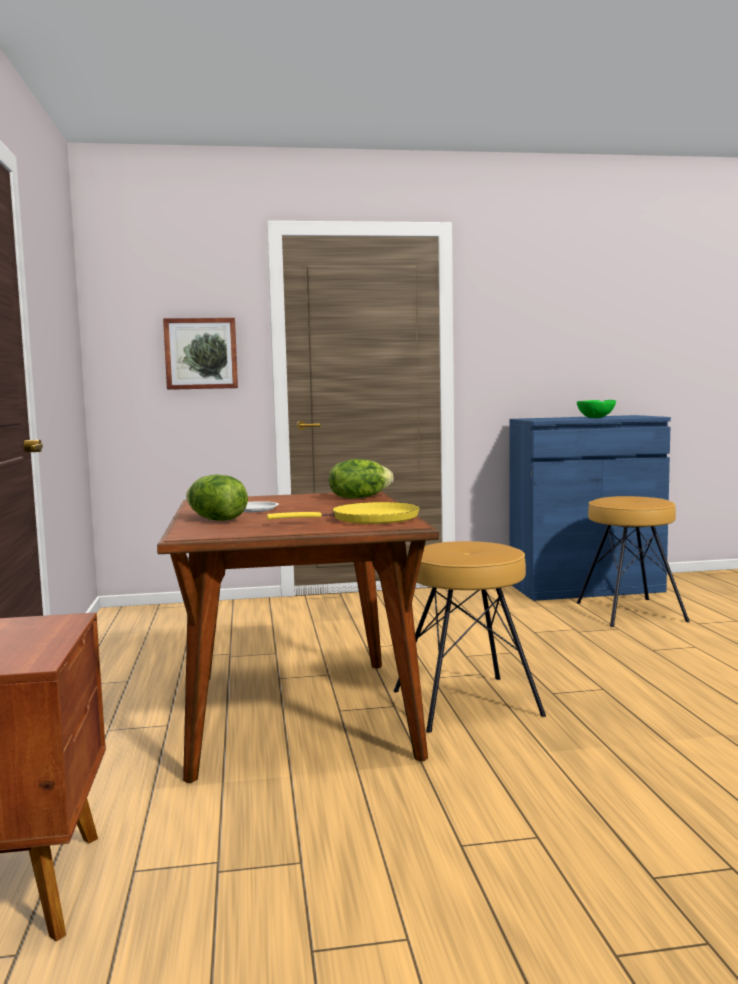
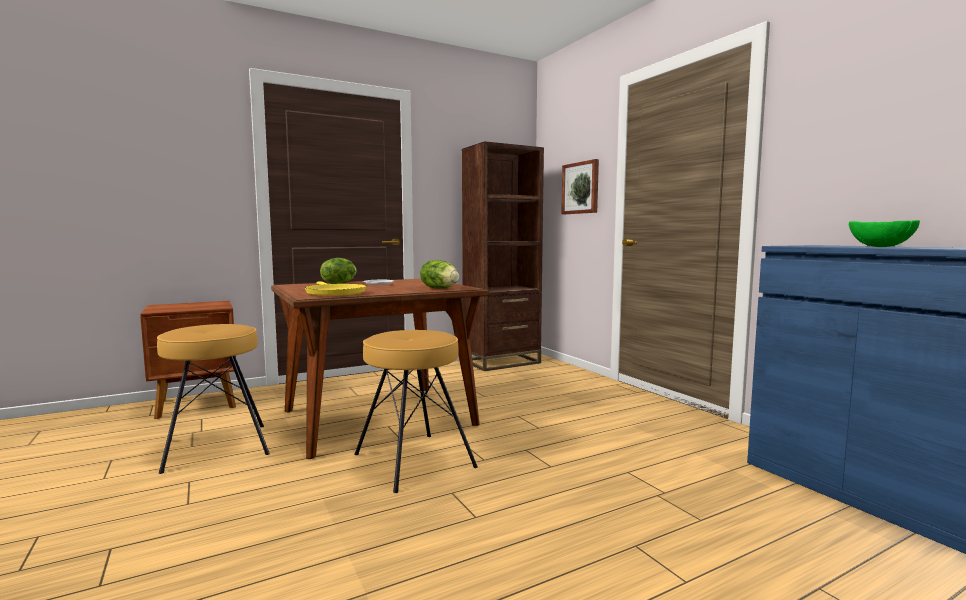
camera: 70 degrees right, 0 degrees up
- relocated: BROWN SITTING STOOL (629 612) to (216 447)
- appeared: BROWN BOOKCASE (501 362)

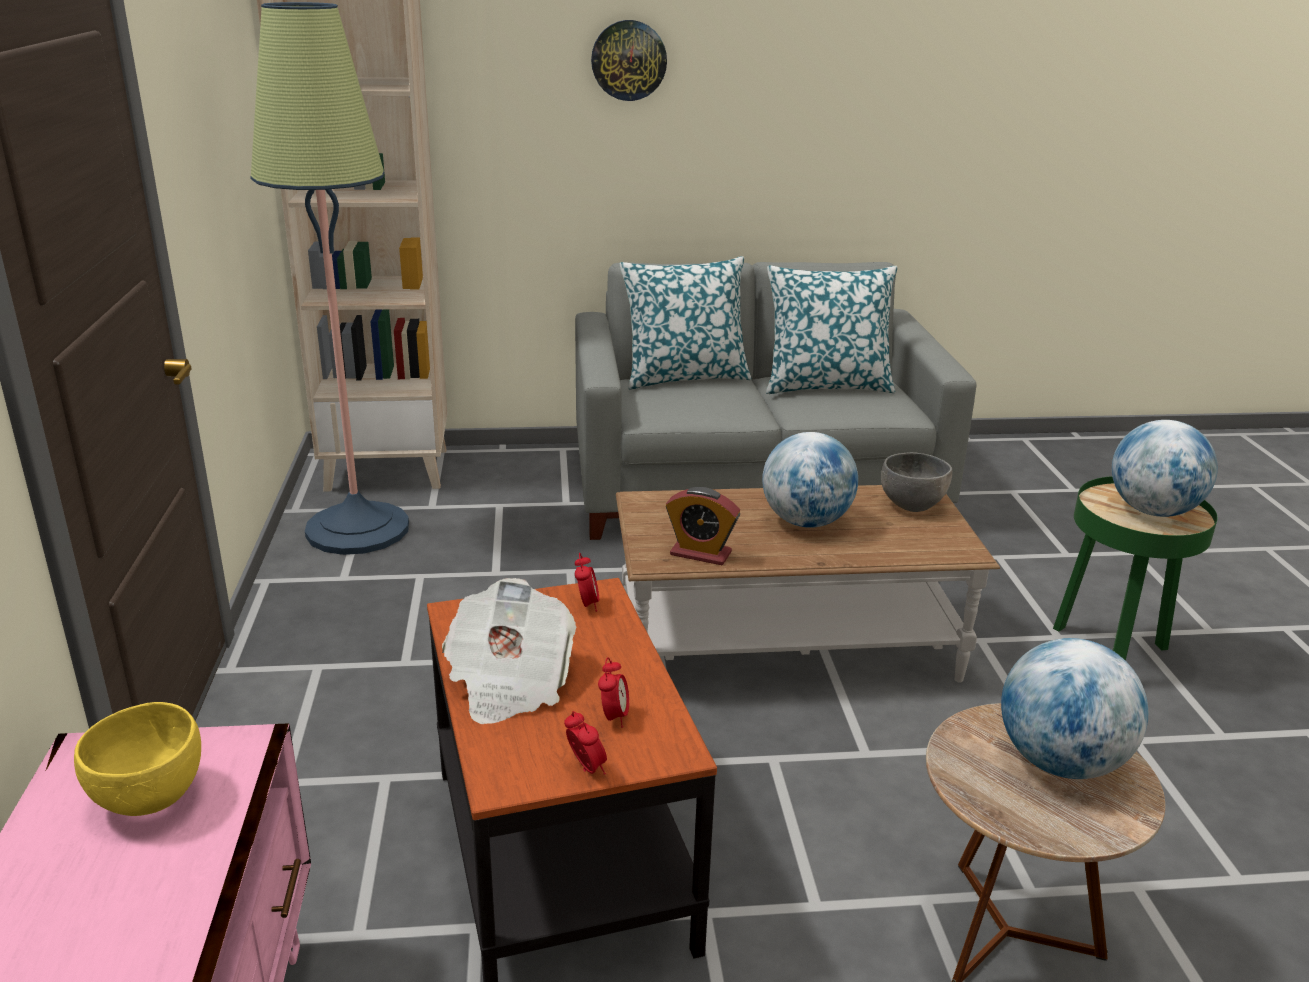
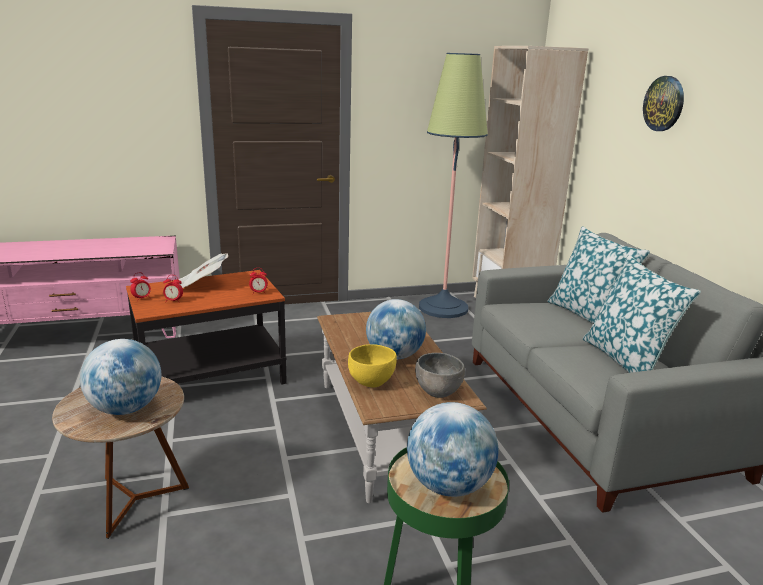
camera: 80 degrees right, 5 degrees down
- relocated: YELLOWISH BOWL (149 797) to (371 382)
- missing: BEDSIDE CLOCK (700 553)

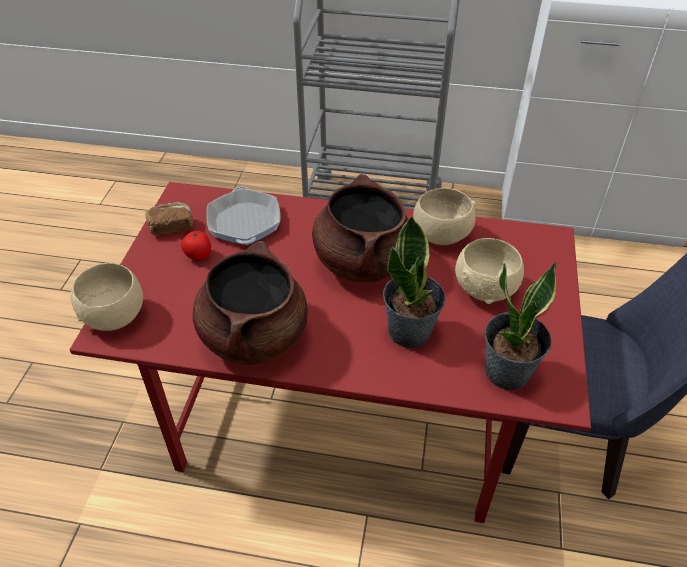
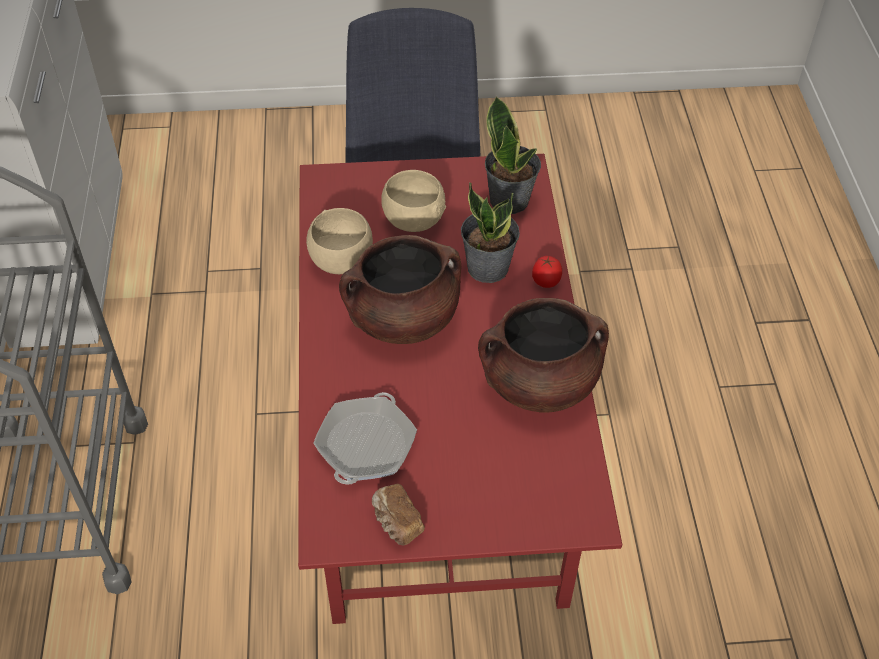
camera: 105 degrees left, 5 degrees up
- spun: PAN (244 222) = (366 445) 45 degrees counterclockwise
- relocated: TOMATO (198 256) to (546 282)
- missing: BEIGE BOWL (115 317)

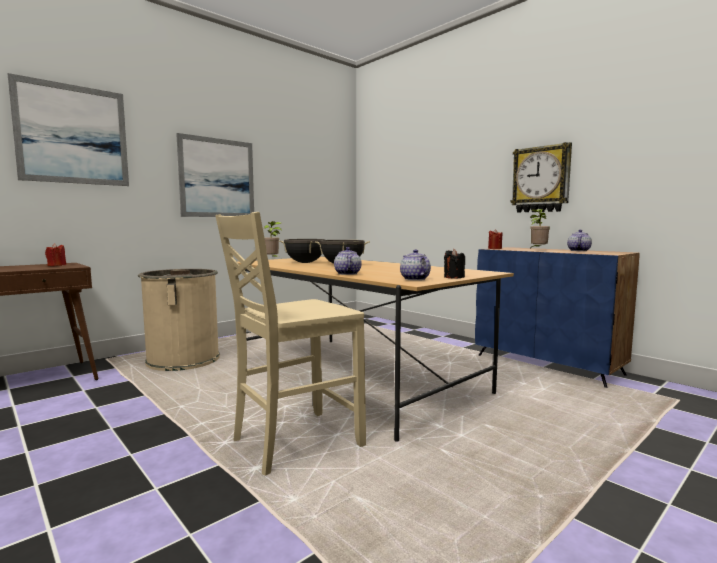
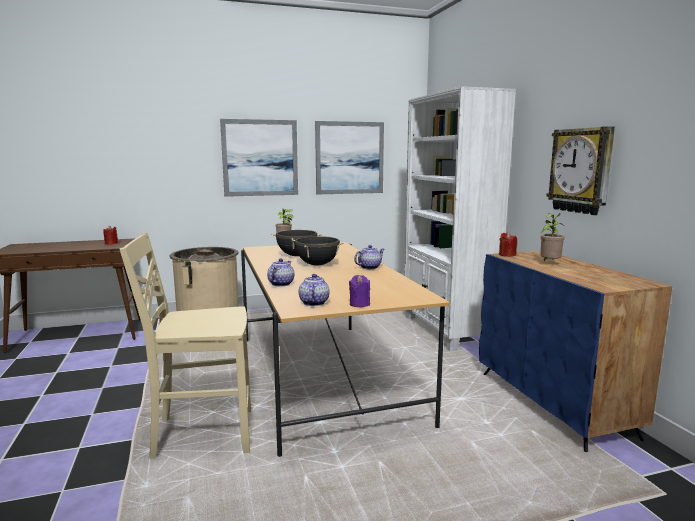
camera: 25 degrees right, 5 degrees up
- relocated: PICTURE (73 134) to (349 158)
- colour: BLACK WAX LIGHT (453 277) to PURPLISH WAX LIGHT (359 304)
- relocated: TEAPOT (578 251) to (369 267)
- appeared: WHITE-COLOURED BOOKCASE (446 331)

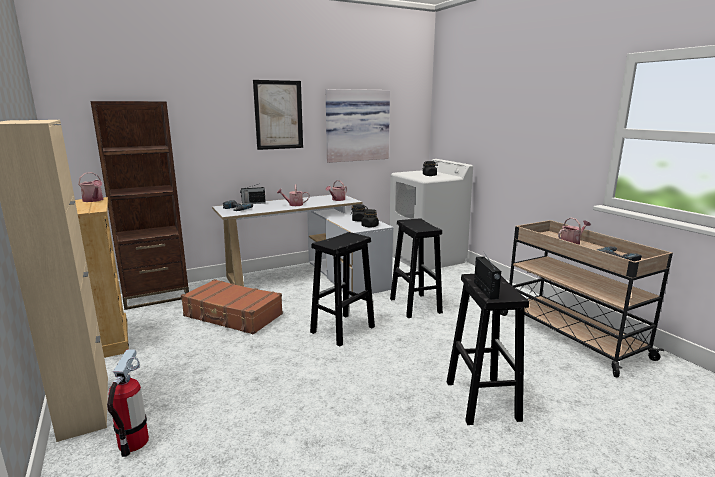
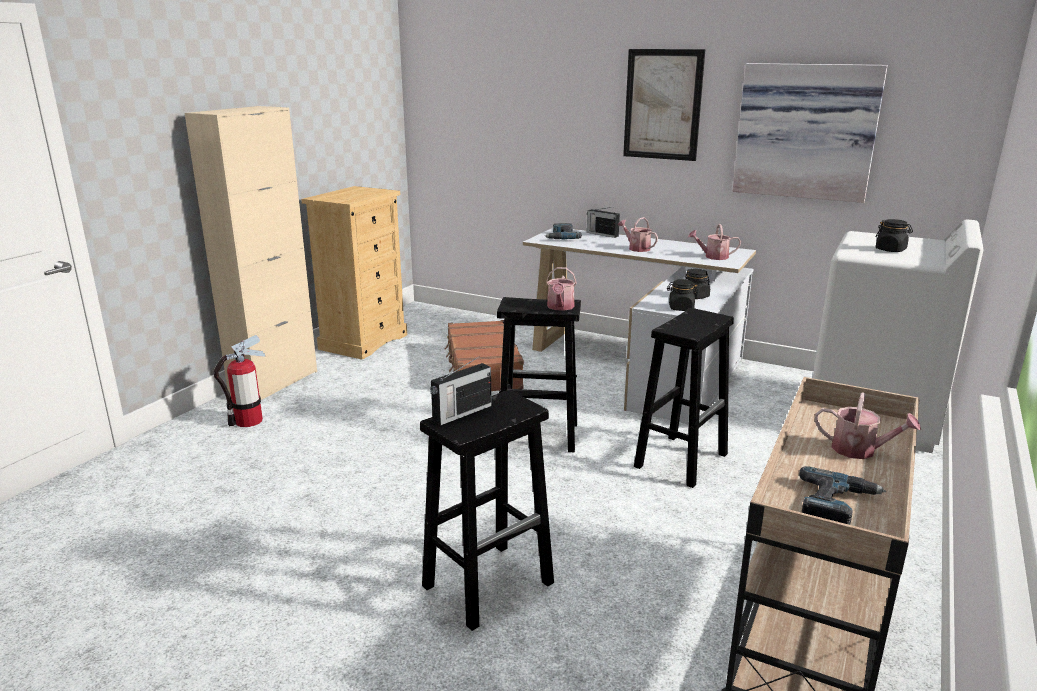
camera: 55 degrees right, 5 degrees up
- relocated: WATERING POT (94 200) to (560 307)
- missing: BROWN BOOKCASE (156 296)

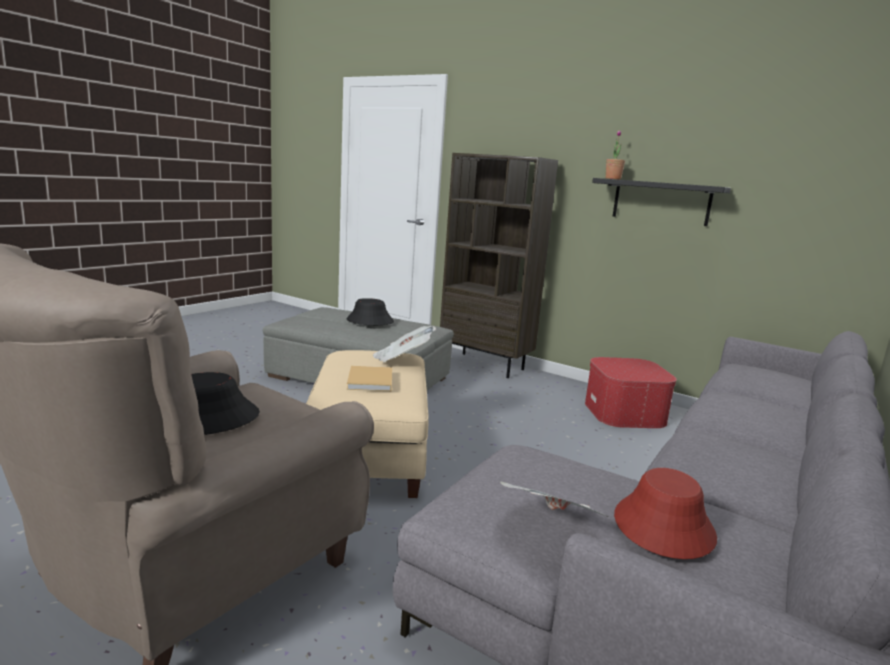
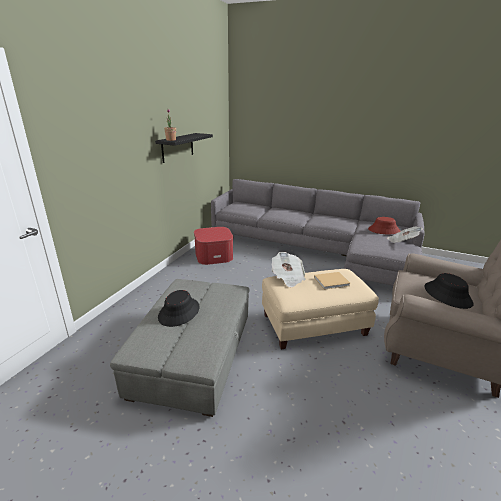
camera: 100 degrees left, 10 degrees up
- missing: BROWN BOOKCASE (485 365)

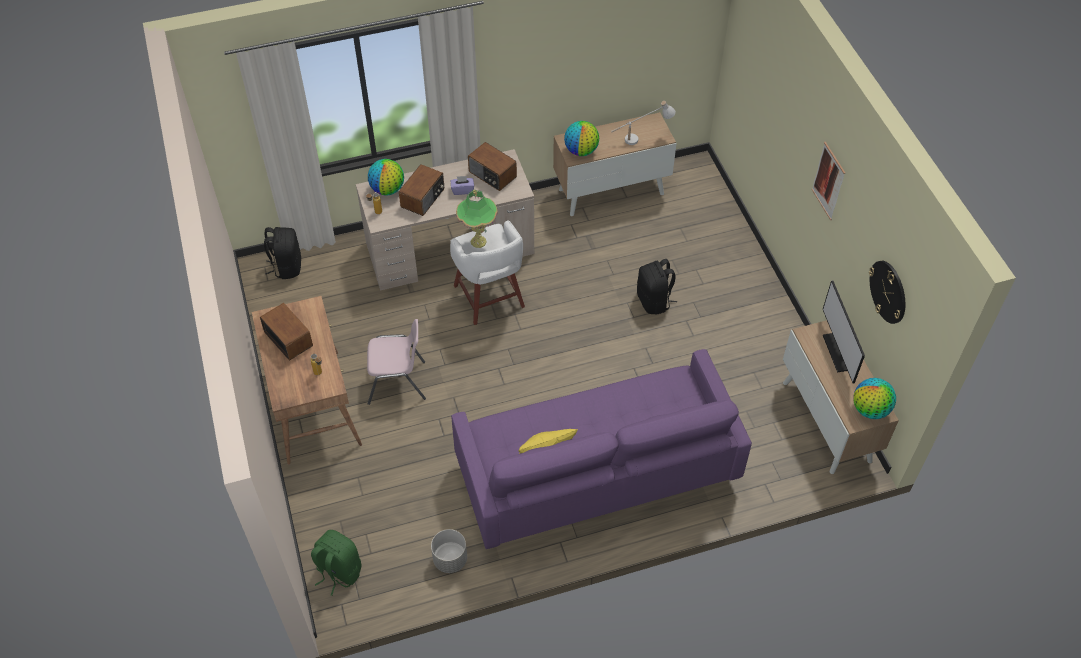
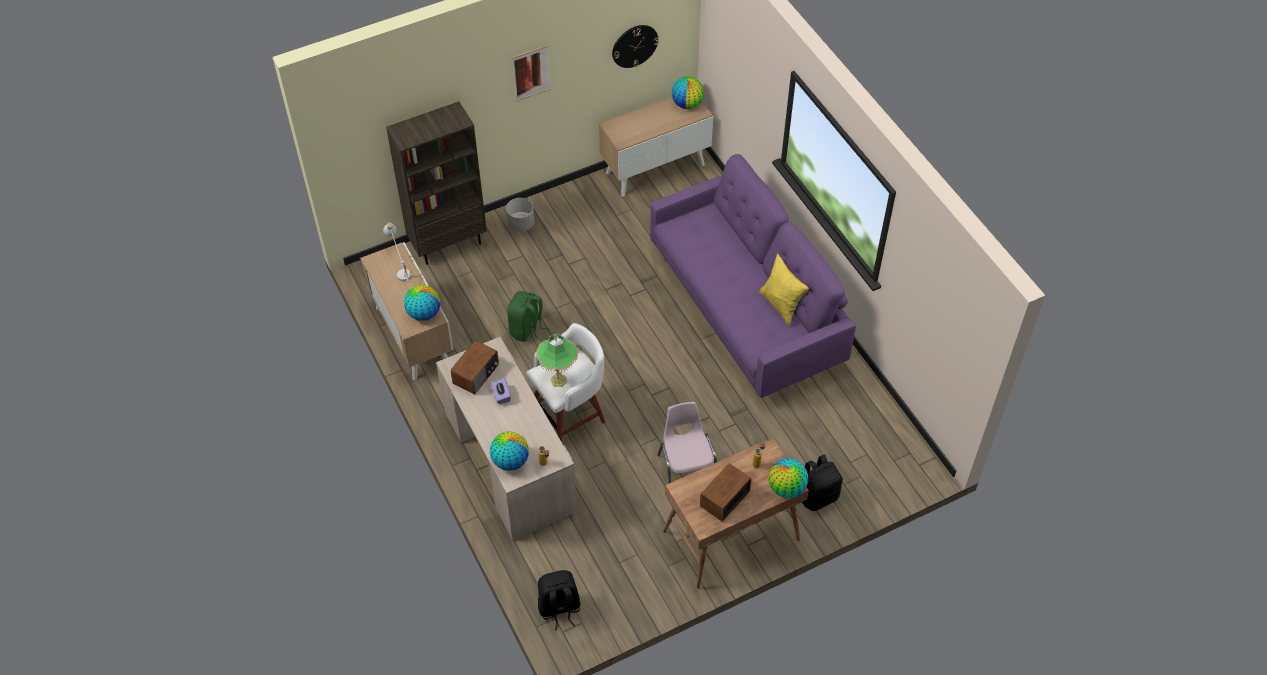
camera: 100 degrees left, 0 degrees up
- appeared: BROWN BOOKCASE (448 244)
- relocated: GRAY PLANT POT (450 560) to (521 224)
- relocated: GREENISH RUCKSACK (338 571) to (527 330)
- appeared: DESK GLOBE (786 488)
- relocated: BLACK RUCKSACK (654 301) to (818 496)
- missing: RADIO SET (423 198)
- missing: COMPUTER DISPLAY (840 352)

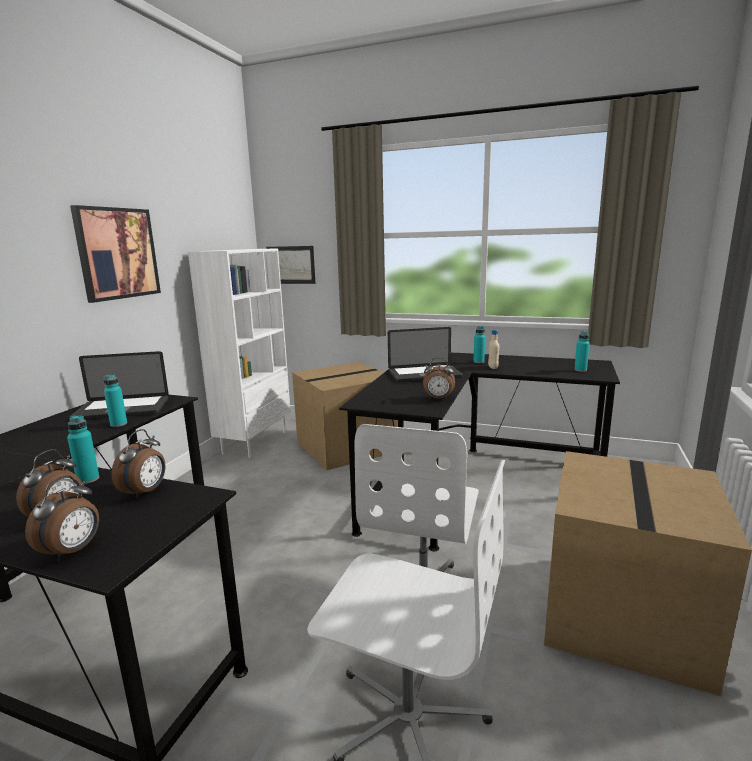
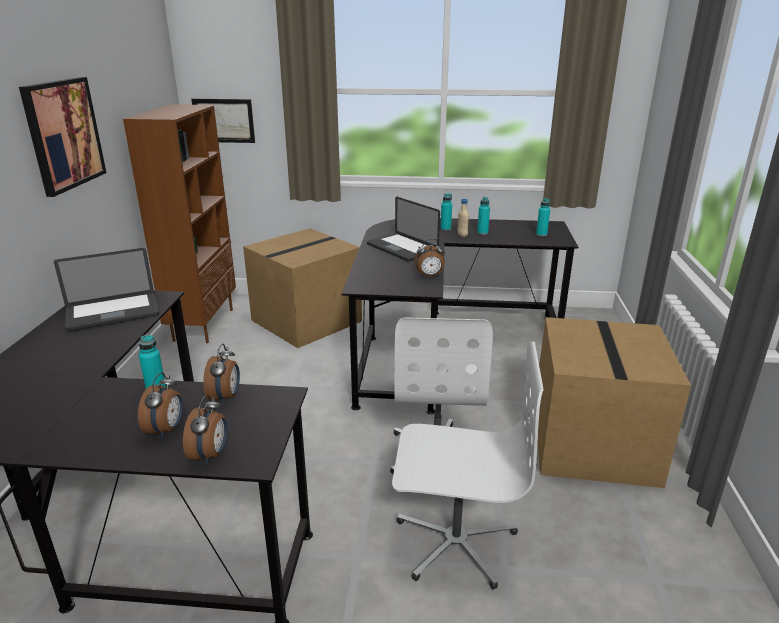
camera: 15 degrees left, 10 degrees up
- colour: WHITE-COLOURED BOOKCASE (254 442) to BROWN BOOKCASE (203 324)
- spun: LAPTOP (424 375) = (401 248) 75 degrees clockwise
- relocated: TURQUOISE DRINK BOTTLE (118 424) to (482 233)

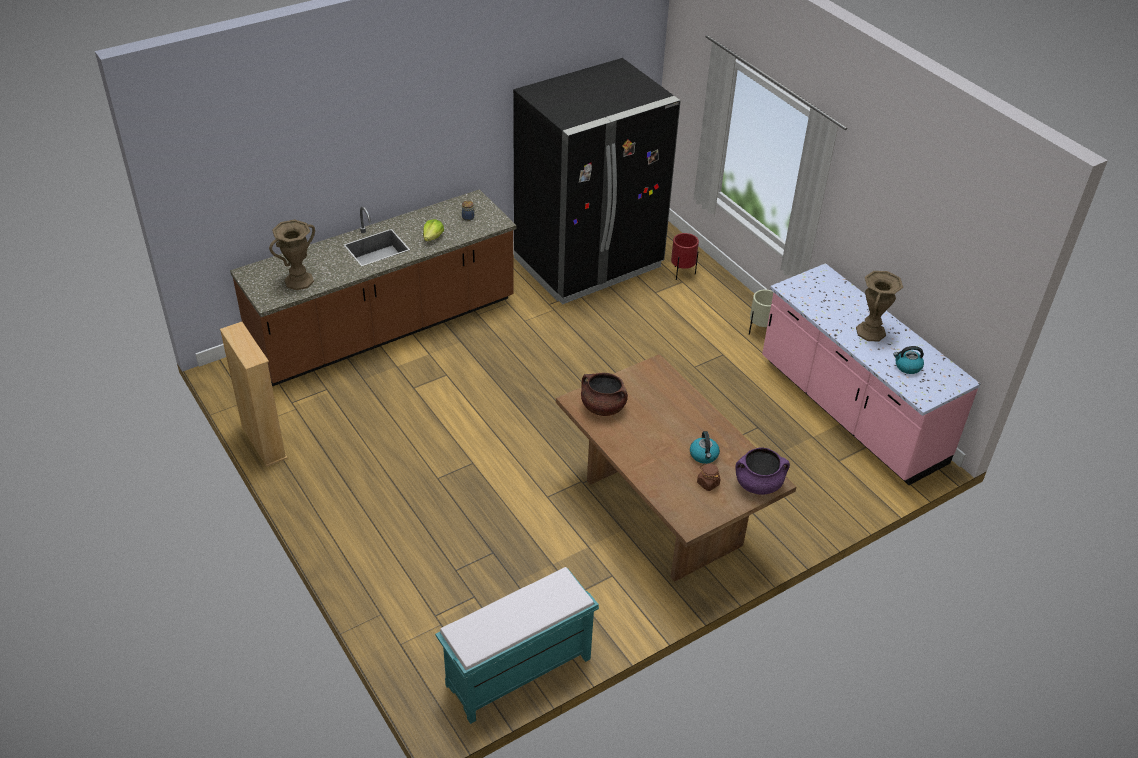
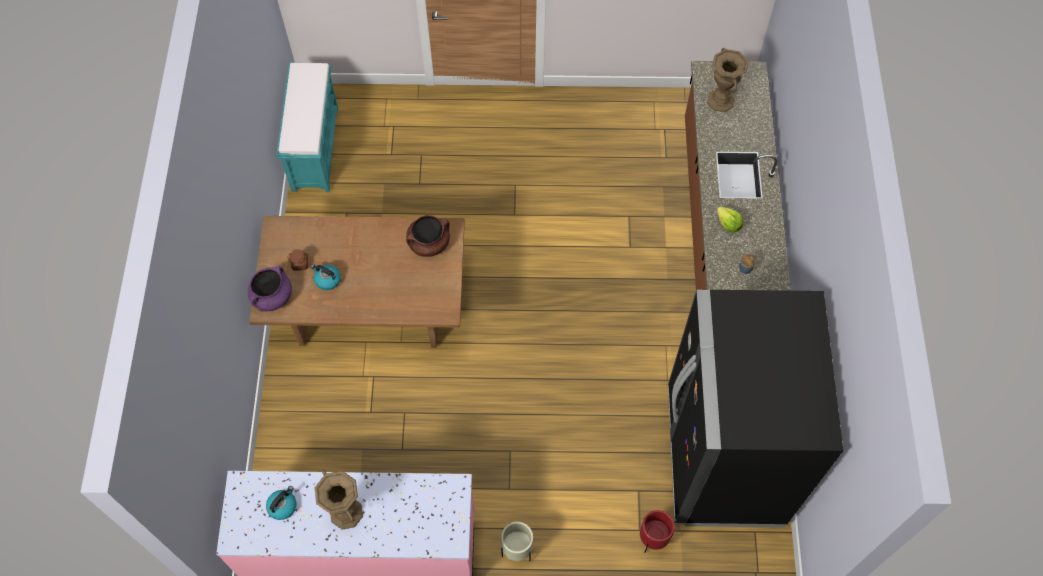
camera: 125 degrees right, 20 degrees up
- missing: BEIGE BOOKCASE (264 442)

